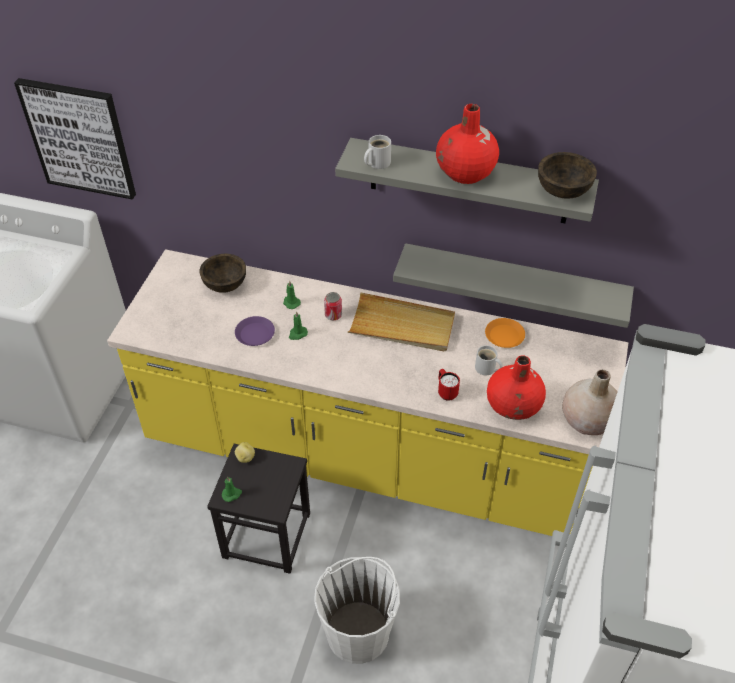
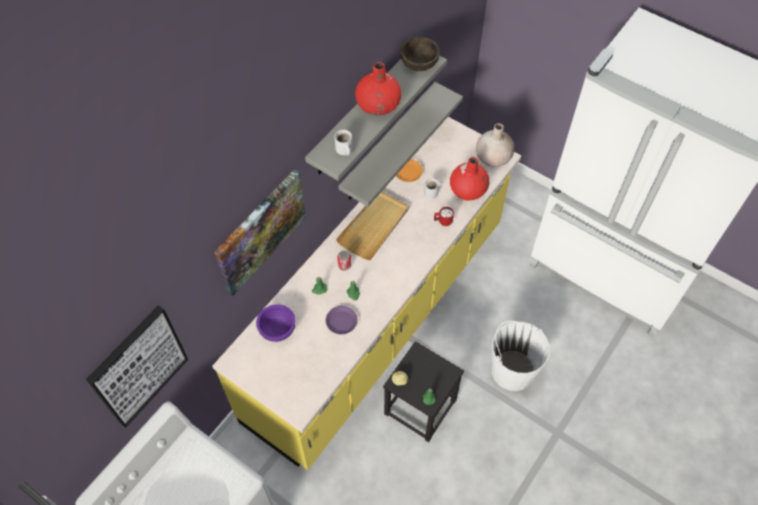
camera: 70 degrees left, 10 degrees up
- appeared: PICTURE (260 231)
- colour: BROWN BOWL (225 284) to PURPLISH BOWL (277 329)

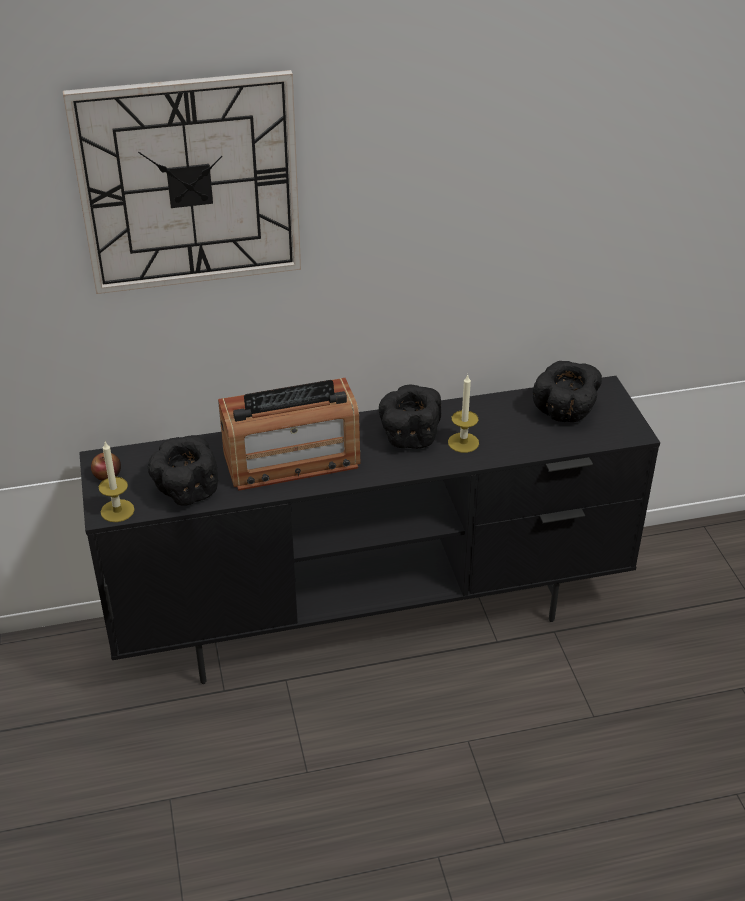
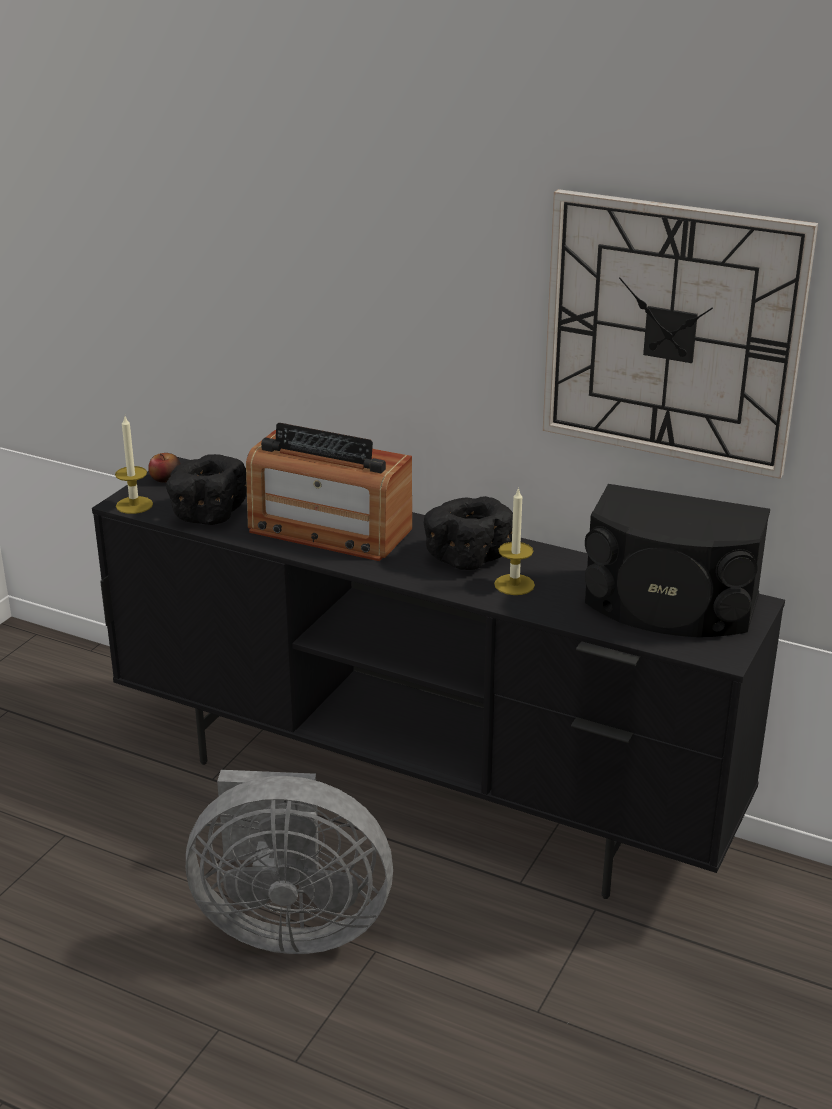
camera: 40 degrees right, 10 degrees down
- appeared: GRAY FAN (289 924)
- relocated: HANGING CLOCK (189 184) to (671 332)
- exchanged: BLACK BOWL (566 412) to BLACK SPEAKER (669 606)

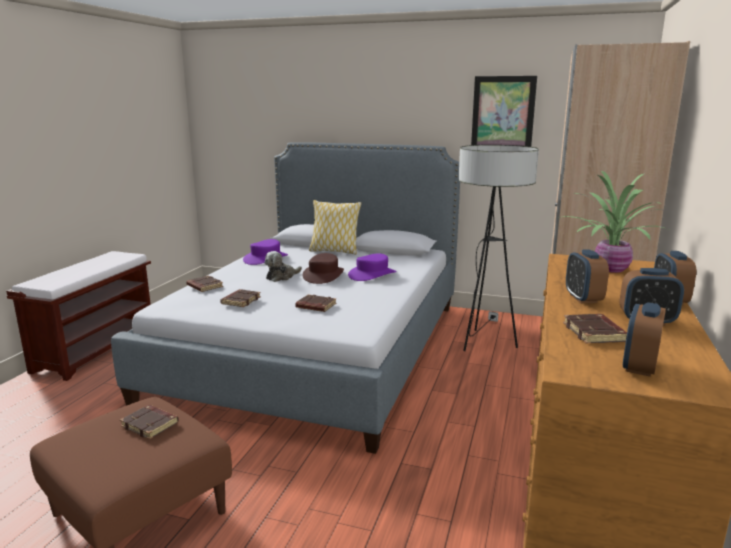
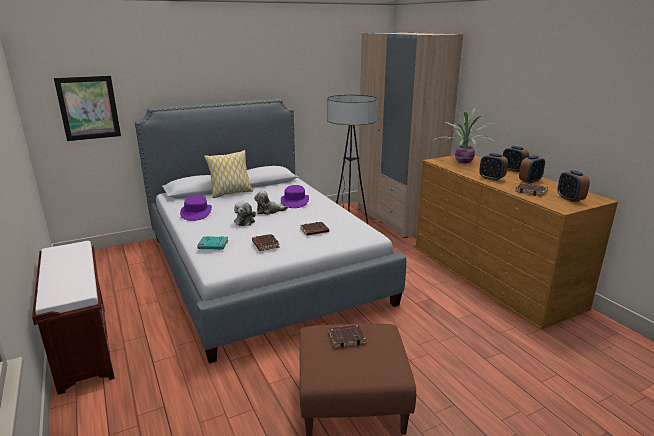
camera: 45 degrees left, 5 degrees up
- relocated: PICTURE (503 114) to (88 108)
- colour: BROWN VOLUME (204 286) to TURQUOISE VOLUME (212 245)
- exchanged: BROWN WEARABLE HAT (323 275) to PLUSH TOY (269 211)

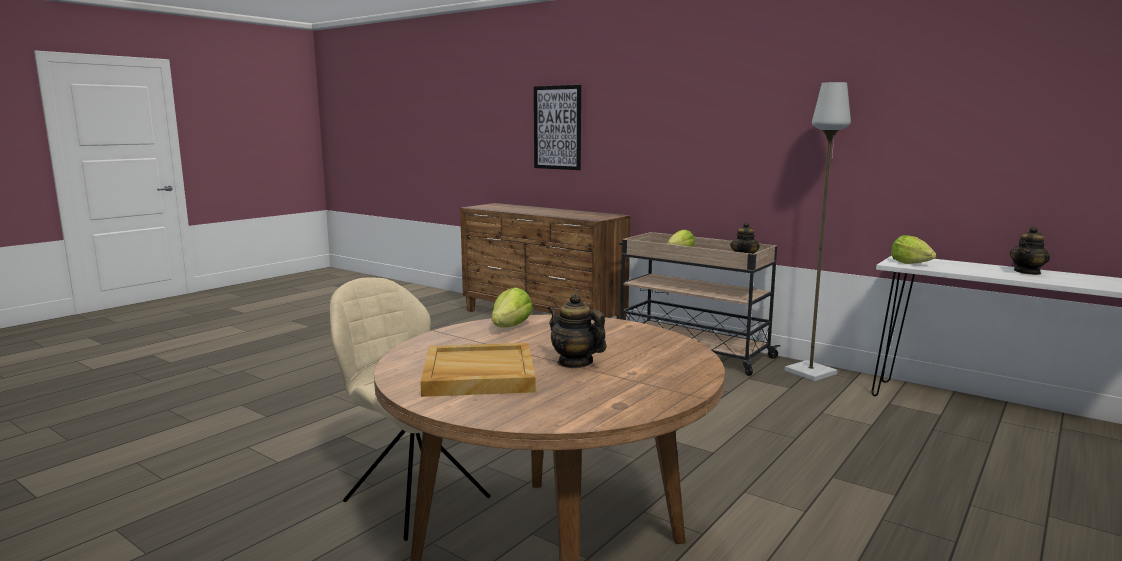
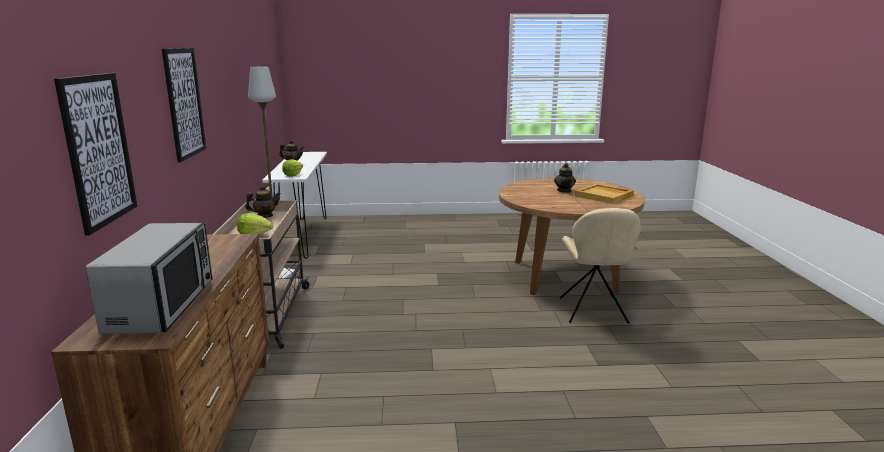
camera: 130 degrees left, 5 degrees up
- appeared: MICROWAVE OVEN (162 305)
- appeared: PICTURE (184 103)
- missing: LETTUCE HEAD (510 327)

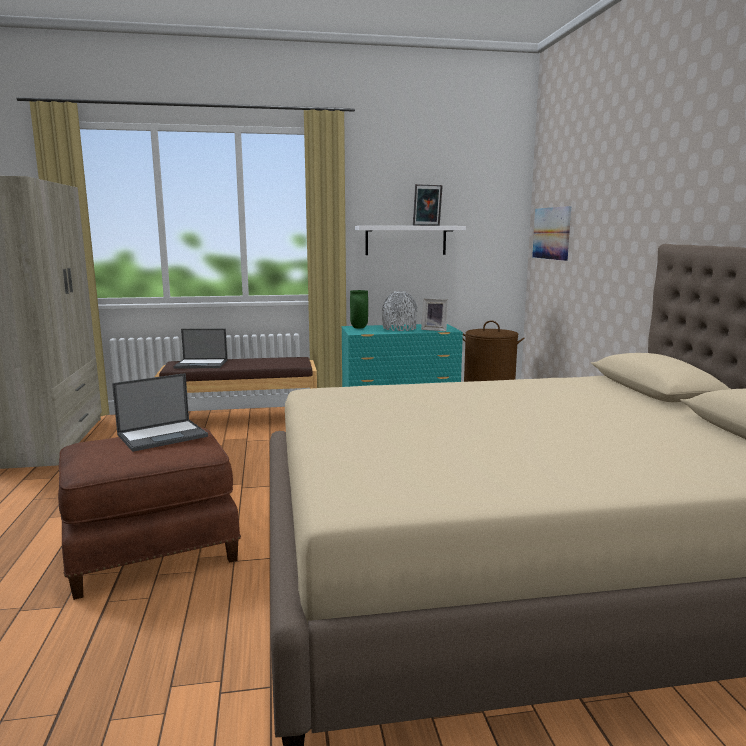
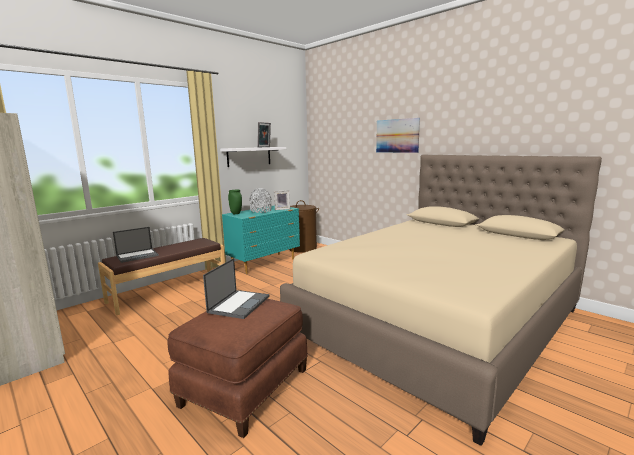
camera: 35 degrees left, 0 degrees up
- relocated: PICTURE (551 233) to (397 136)

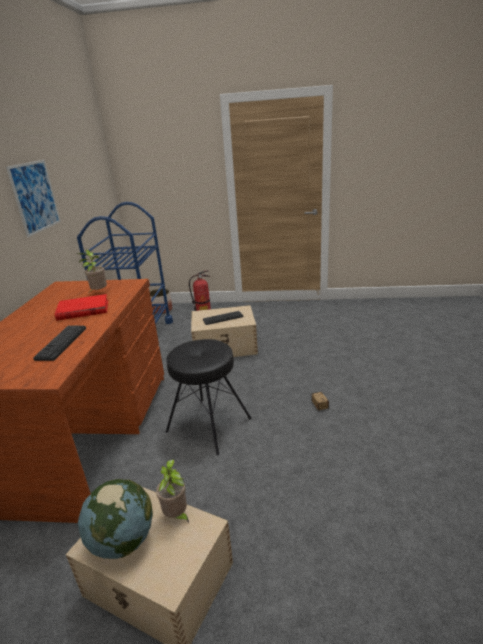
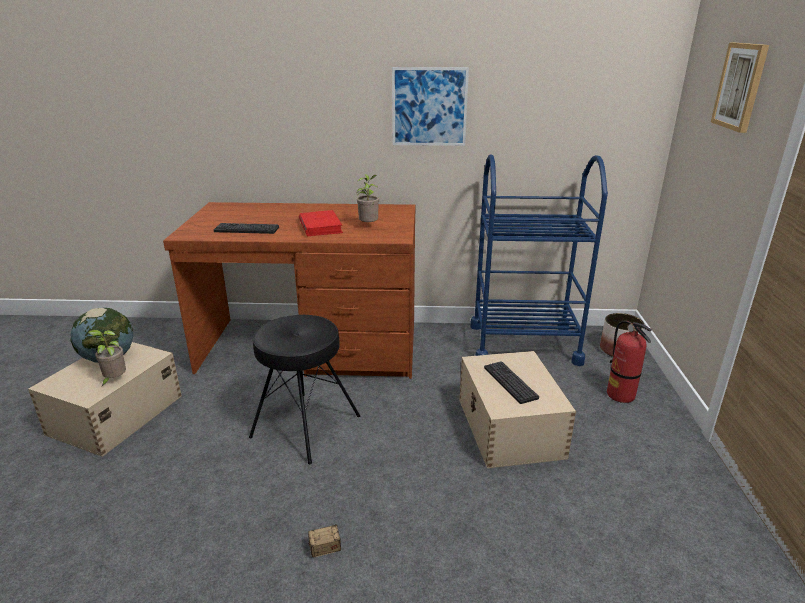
camera: 85 degrees right, 0 degrees up
- appeared: PICTURE (740 86)

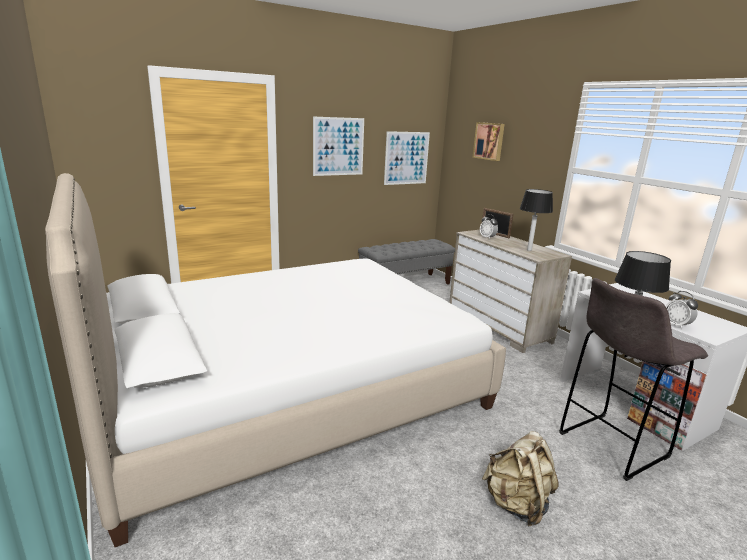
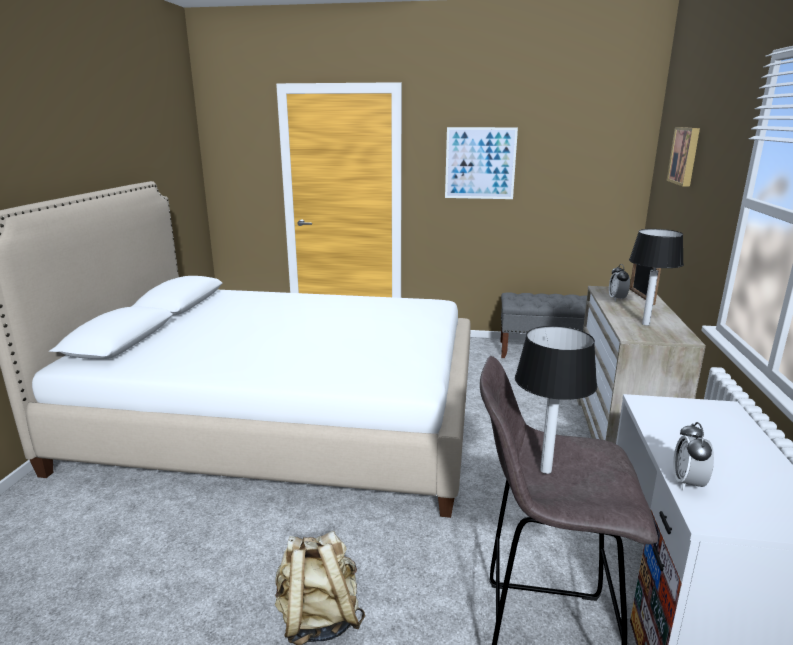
camera: 40 degrees right, 0 degrees up
- missing: PICTURE (406 158)

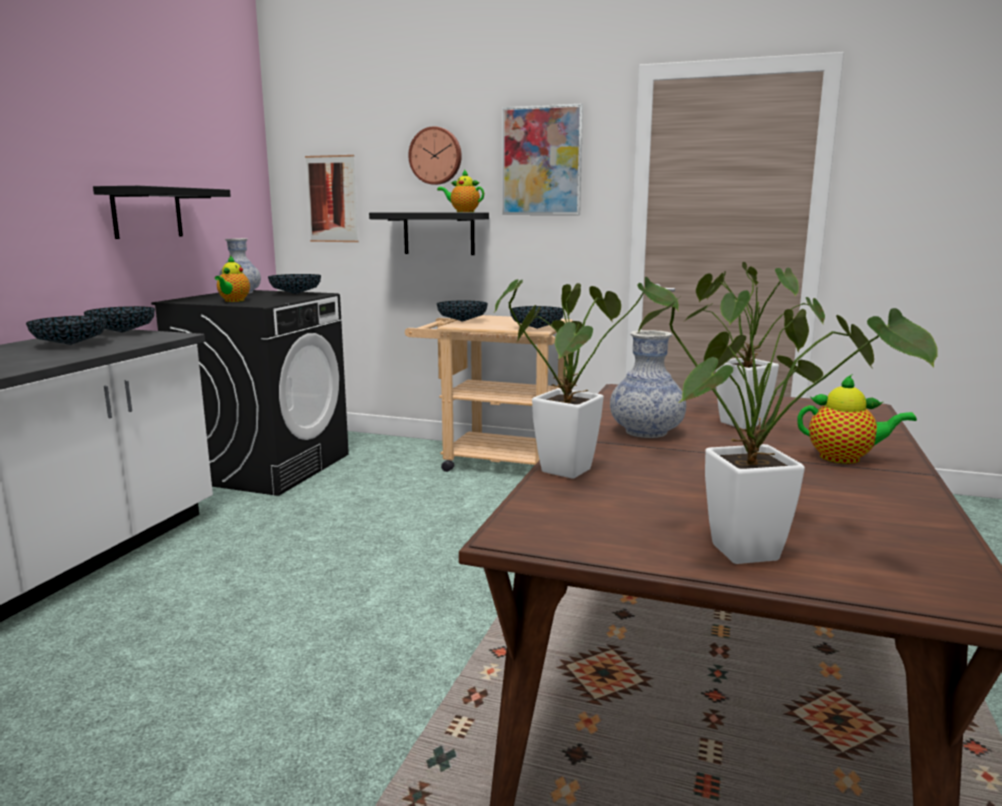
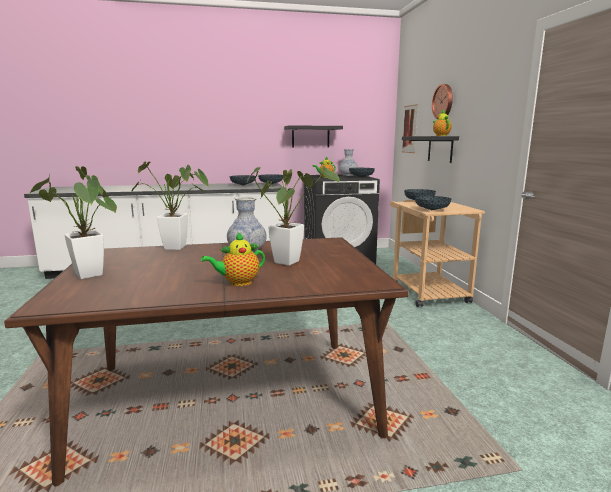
camera: 60 degrees right, 0 degrees up
- spun: TEAPOT (844 458) = (238 283) 75 degrees clockwise
- missing: PICTURE (541 161)

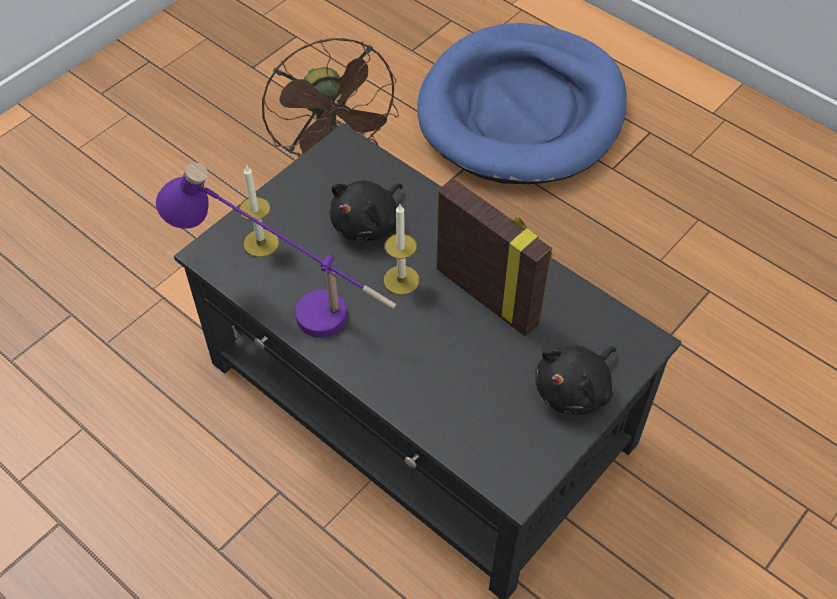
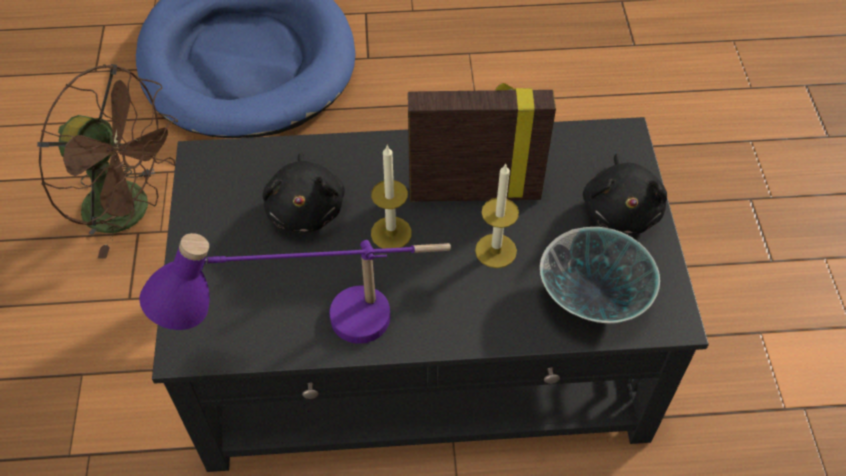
camera: 45 degrees left, 0 degrees up
- relocated: WAX LIGHT (261 243) to (495 251)
- appeared: BOWL (593 300)

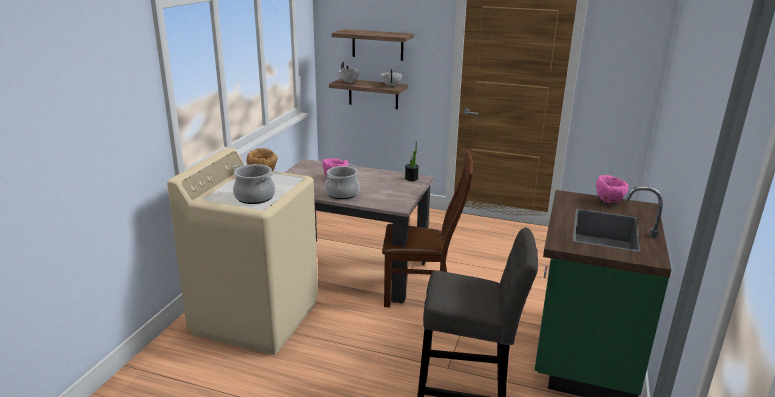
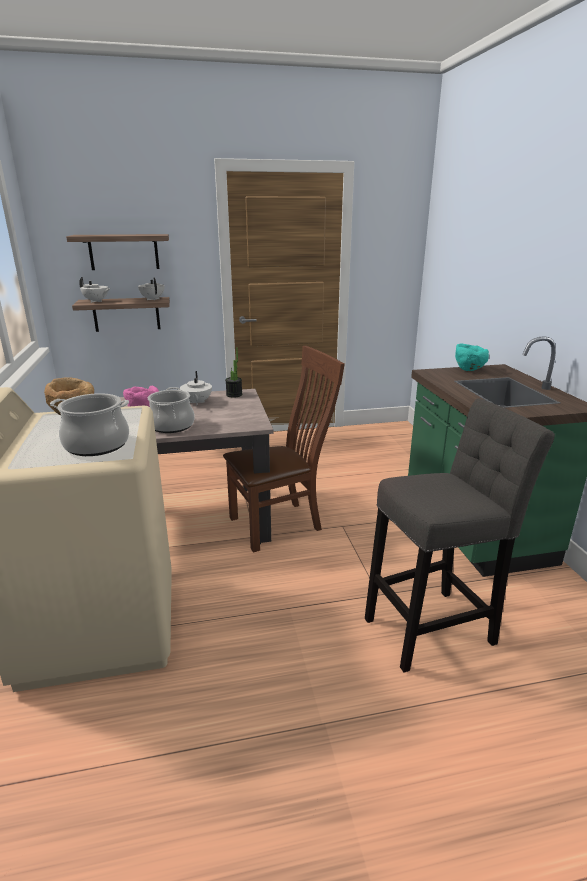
camera: 30 degrees left, 0 degrees up
- appeared: WHITE-COLOURED TEAPOT (196 402)
- colour: PINK BOWL (609 201) to TURQUOISE BOWL (469 370)

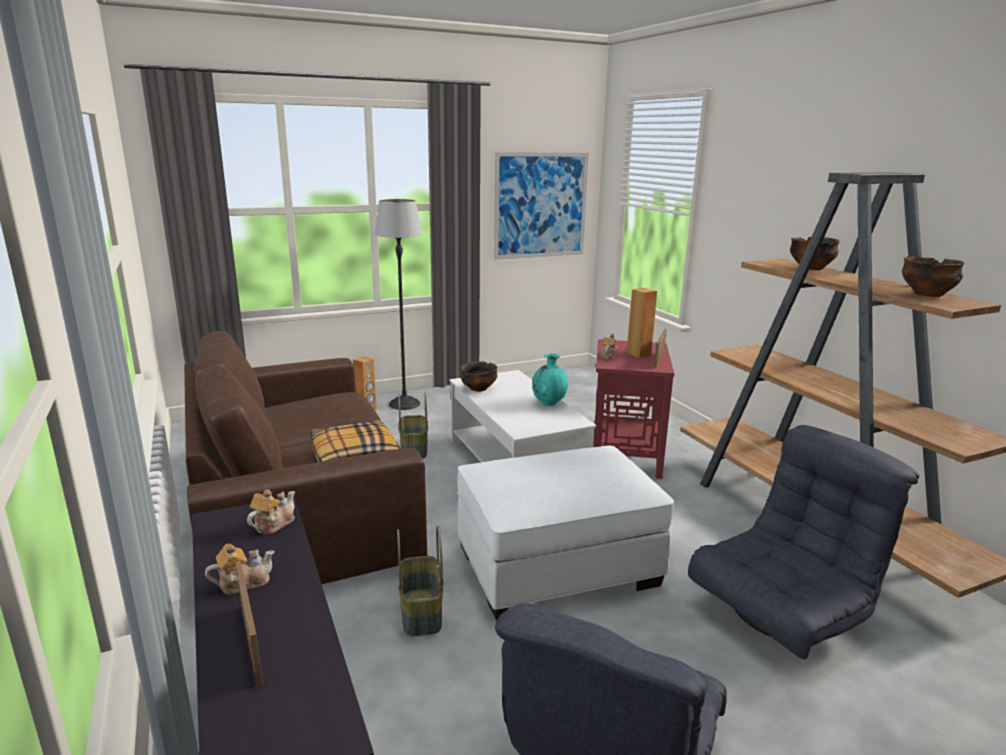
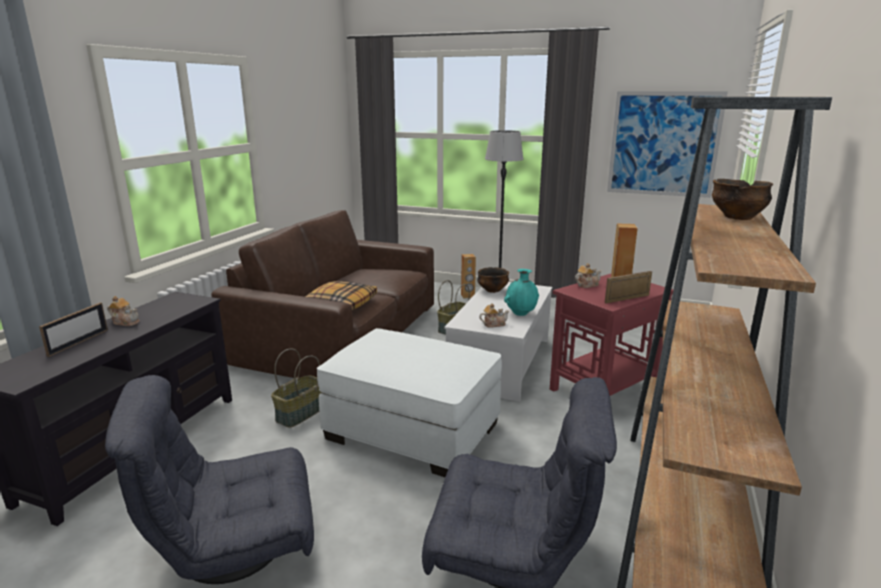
camera: 45 degrees right, 0 degrees up
- relocated: TEAPOT (273 524) to (493 324)
- missing: BOWL (927 294)

